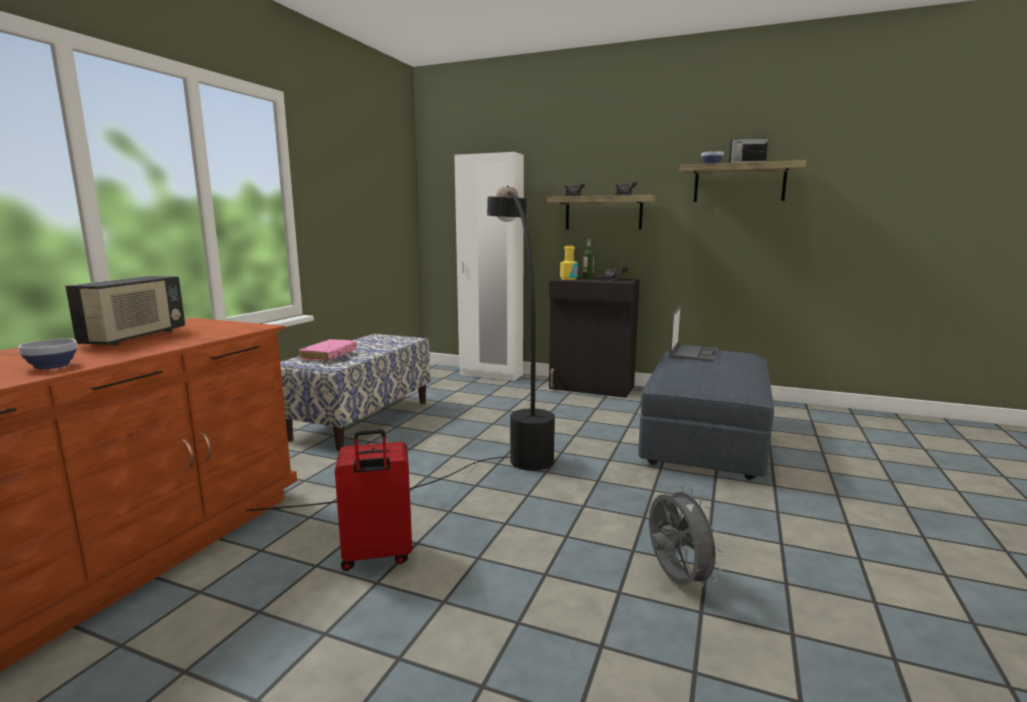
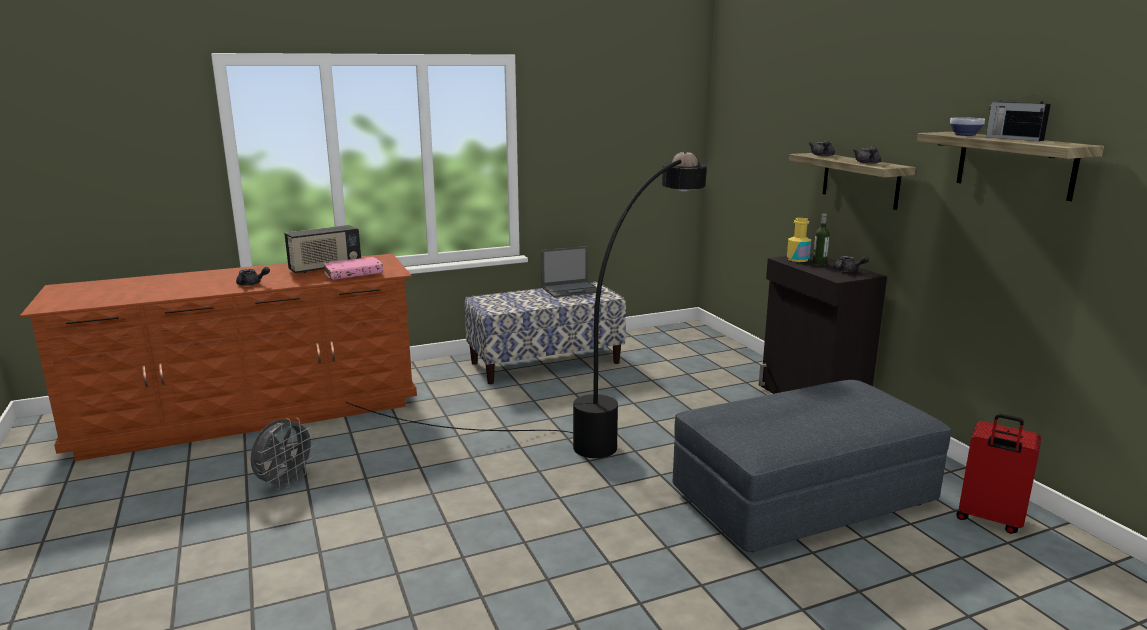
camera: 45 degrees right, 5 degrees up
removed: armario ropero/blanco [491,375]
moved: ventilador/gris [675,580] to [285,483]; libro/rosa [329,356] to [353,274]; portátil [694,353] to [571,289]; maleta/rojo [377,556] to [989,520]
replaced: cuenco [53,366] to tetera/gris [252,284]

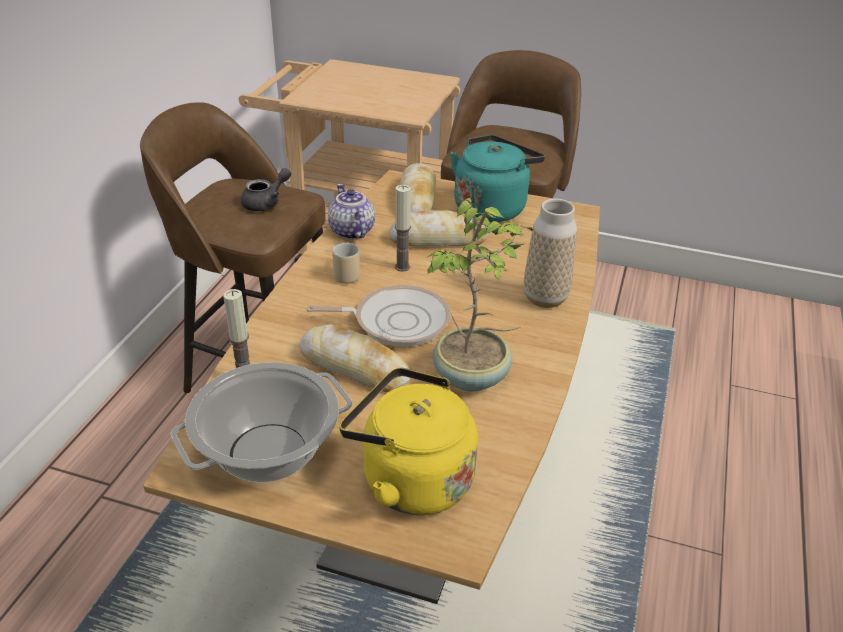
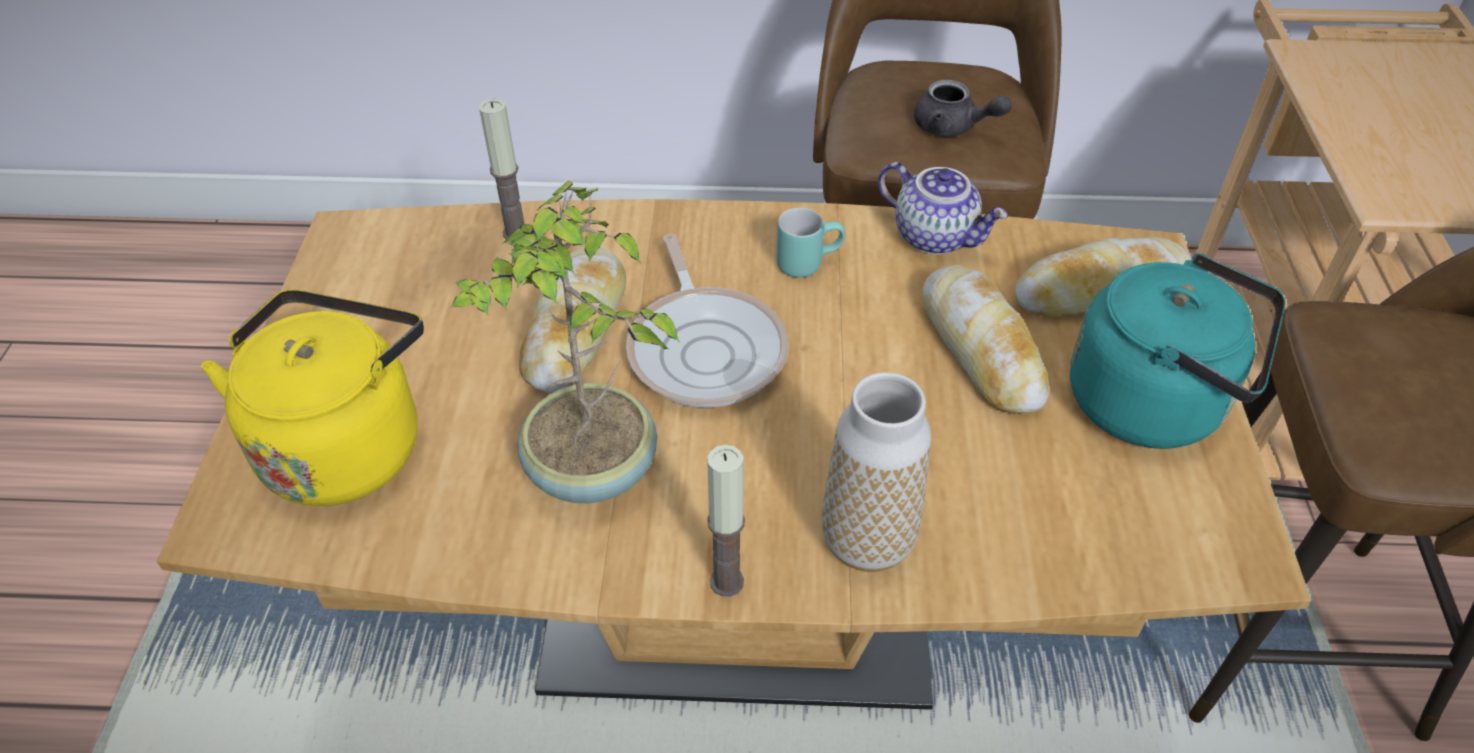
camera: 75 degrees right, 10 degrees up
removed: olla [267,453]
moved: vela [402,267] to [726,582]
recoloured: taza grande/beis [345,274] to taza grande/turquesa [807,261]
turned: tetera [350,231] = [936,236] 75 degrees clockwise

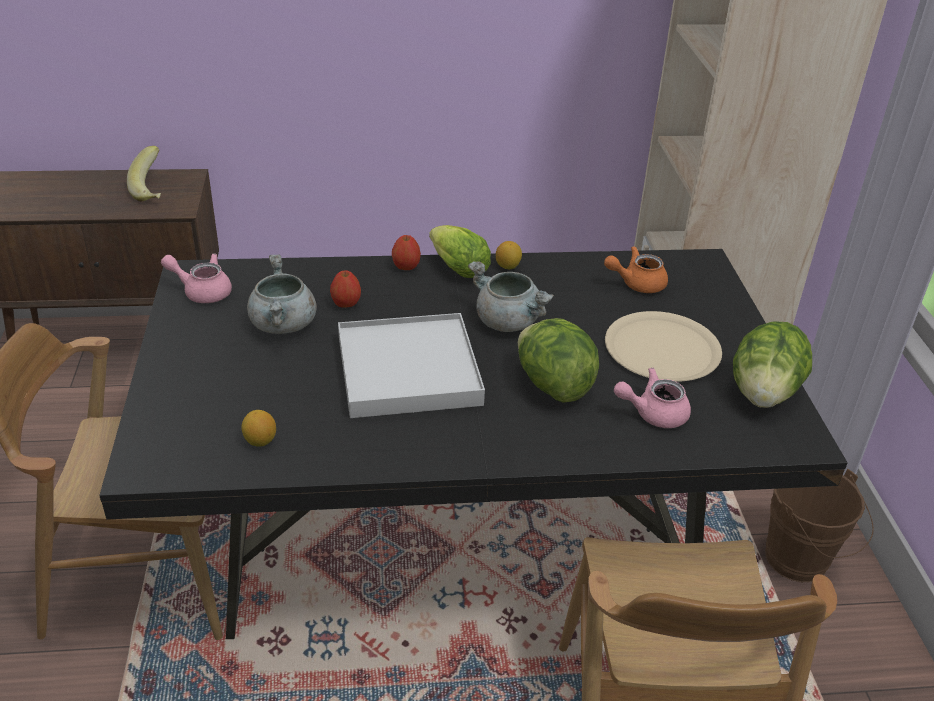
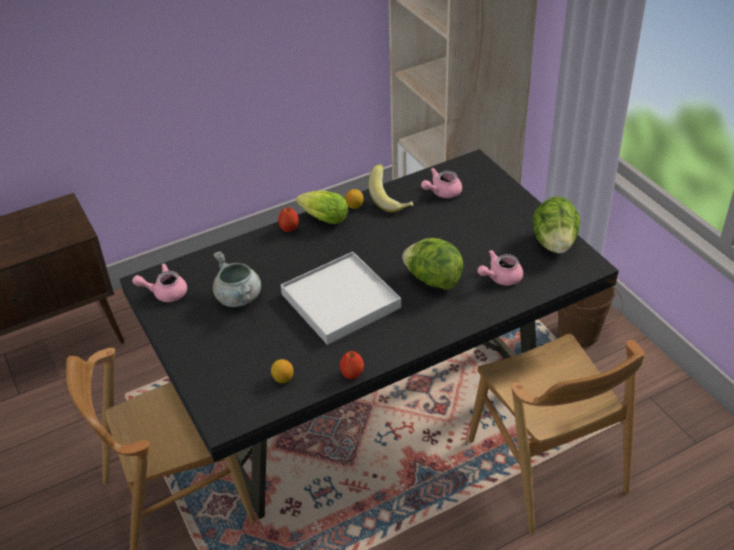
camera: 20 degrees left, 5 degrees up
removed: olla/gris [508,322]; plato/beis [662,348]
moved: manzana [346,304] to [352,374]; plátano [154,191] to [391,200]
recoloured: tetera/naranja [636,283] to tetera/rosa [442,192]

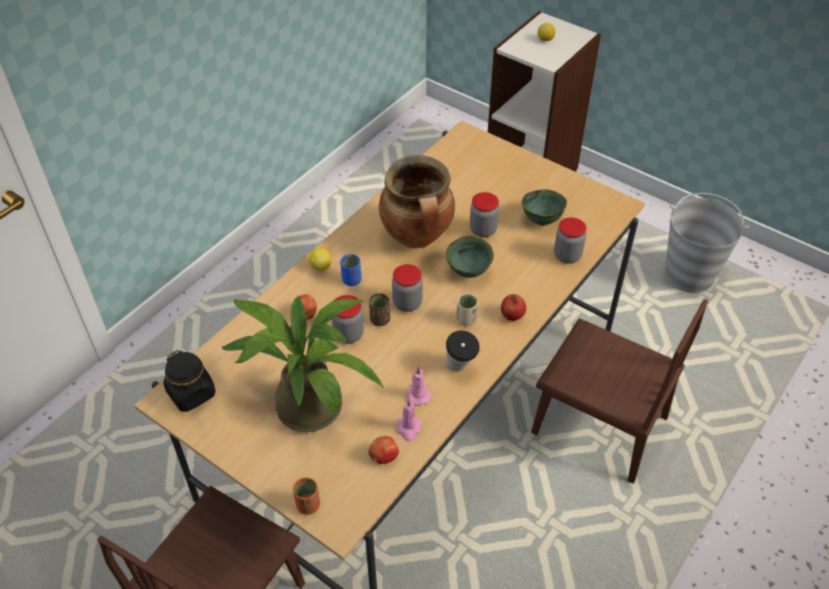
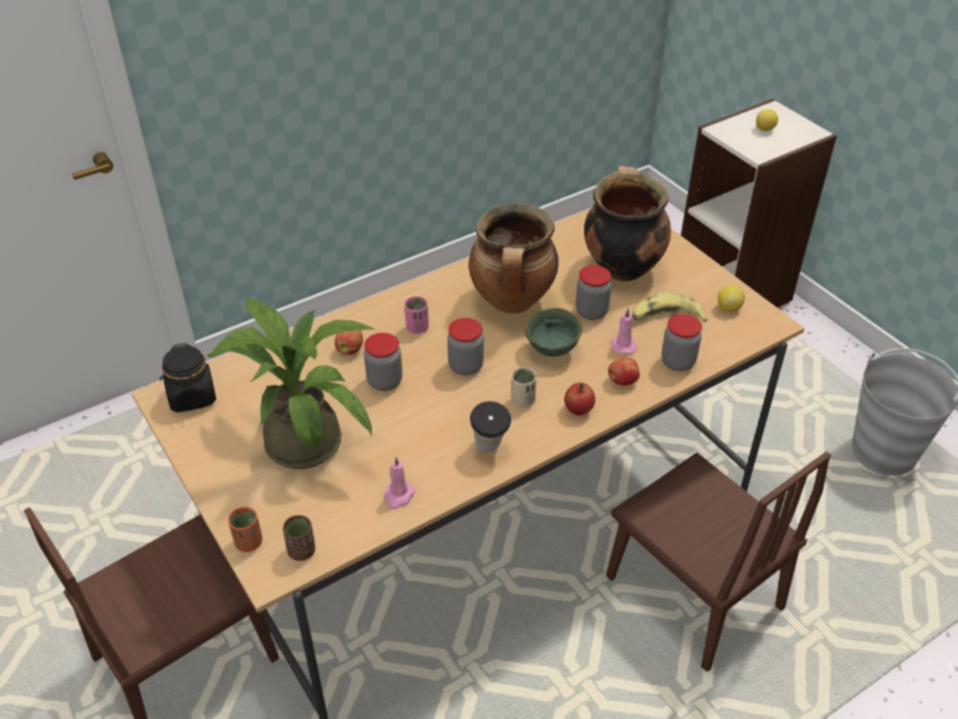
camera: 20 degrees right, 5 degrees down
added: olla [621,266]
moved: taza/marrón [380,320] to [301,551]; manzana [383,457] to [622,381]; vela/rosa [417,394] to [623,345]; limón [321,266] to [729,308]
replaced: cuenco/verde [541,220] to plátano [665,317]
recoloured: taza/azul [351,280] to taza/rosa [417,328]

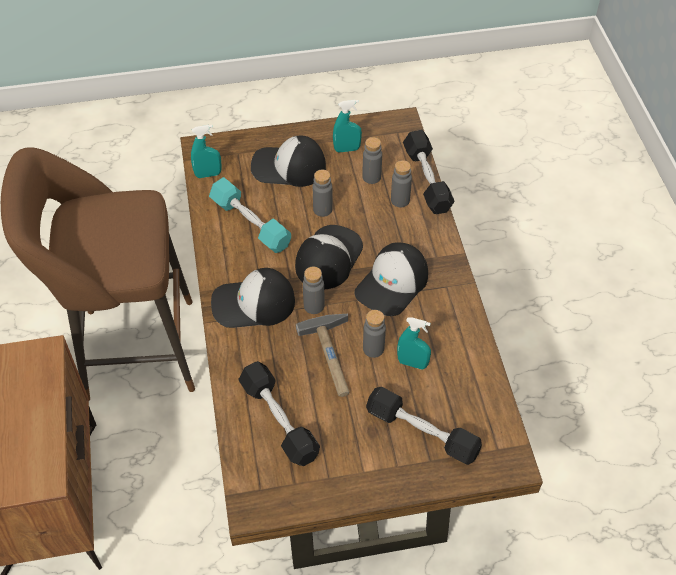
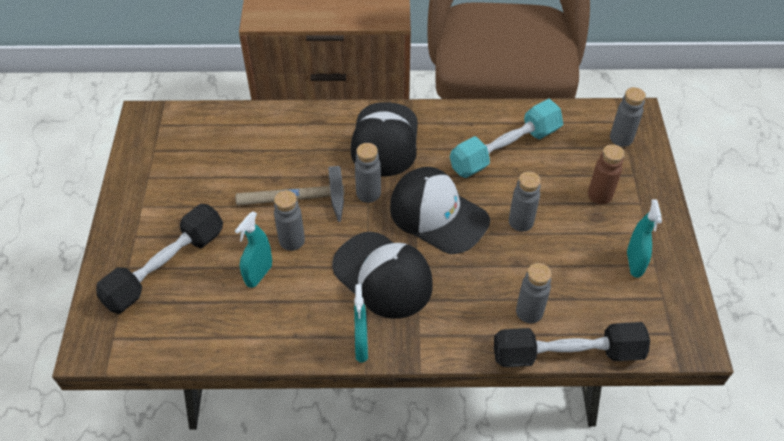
camera: 100 degrees right, 0 degrees up
removed: mancuerna/negro [279,420]
moved: pulverizador/turquesa [208,174] to [361,346]; botella/gris [371,177] to [621,138]
replaced: gorra [288,167] to botella/marrón [600,194]

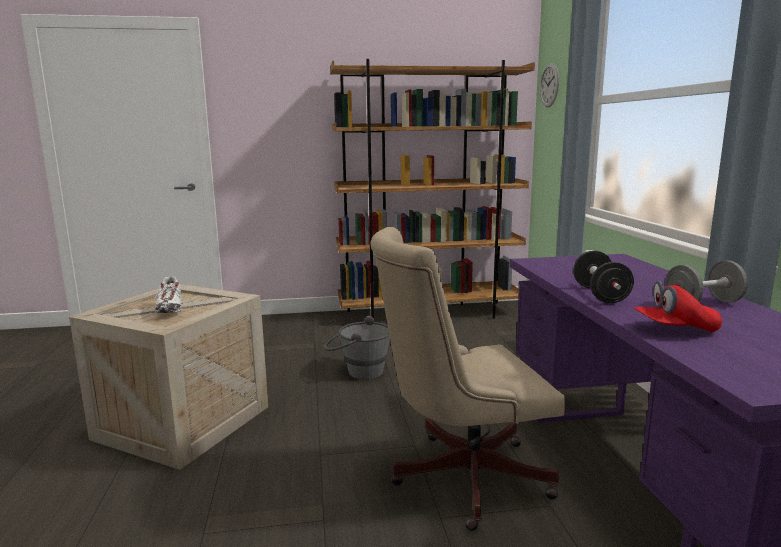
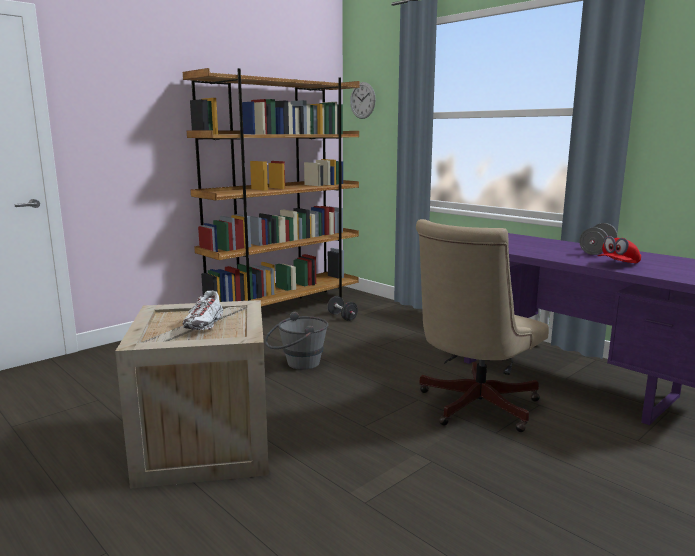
camera: 35 degrees left, 0 degrees up
moved: mancuerna/negro [600,295] to [342,317]
turned: zapato/blanco [170,308] = [204,324] 60 degrees clockwise

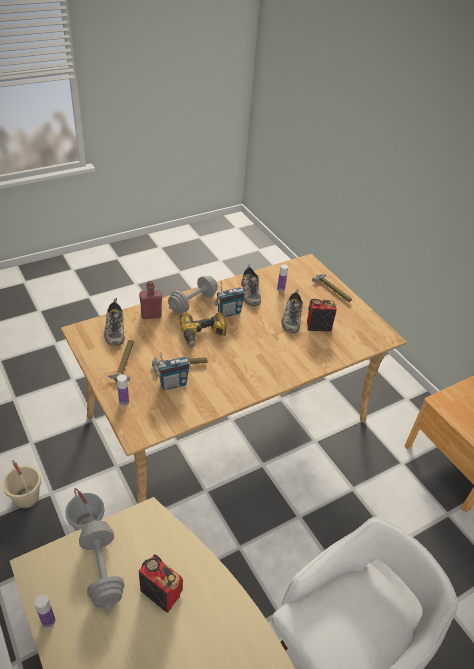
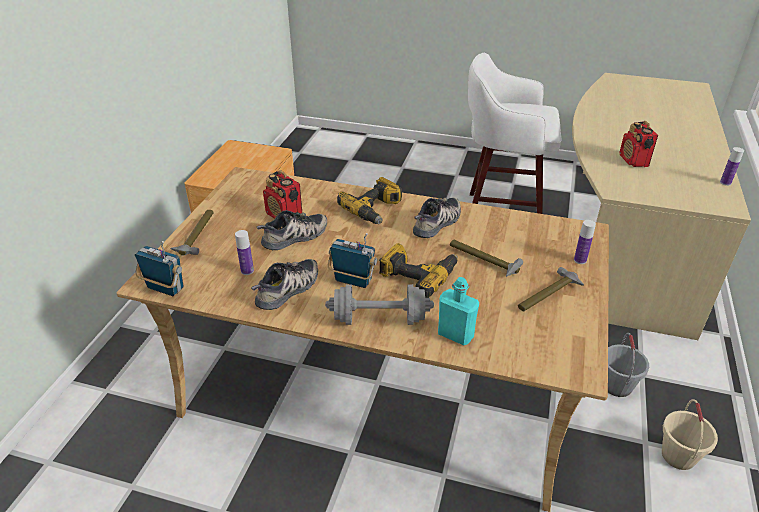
camera: 130 degrees left, 5 degrees down
removed: mancuerna/gris [102,570]
added: taladro [375,210]
moved: radio [173,384] to [165,289]; zapato [114,329] to [438,223]
recoloured: botella/rojo [151,315] to botella/turquesa [455,335]

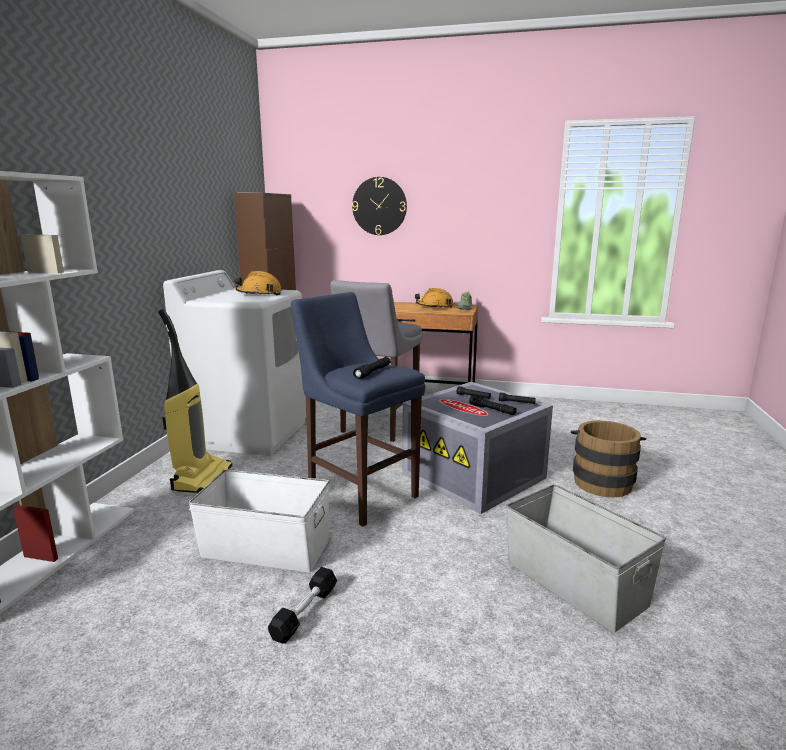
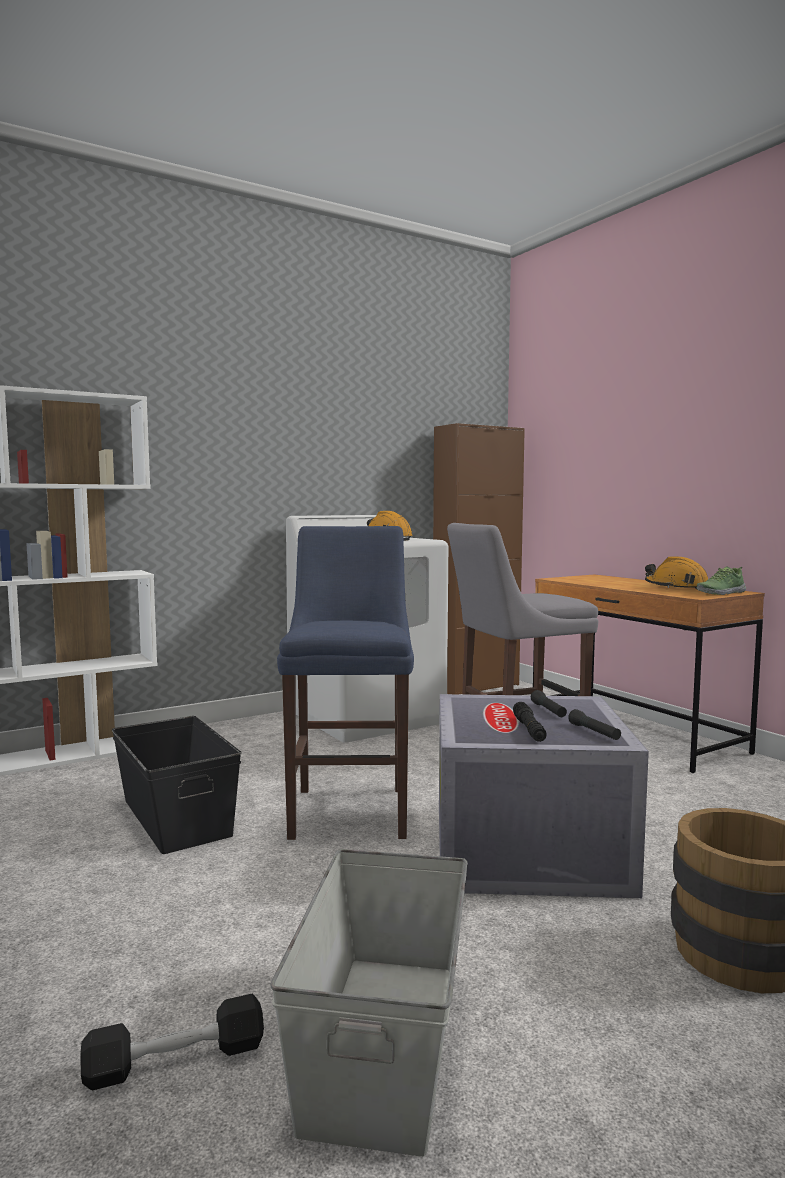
camera: 45 degrees right, 10 degrees down
removed: aspiradora [202,478]; reloj de pared [379,206]; linterna/negro [373,372]
moved: mancuerna/negro [305,613] to [176,1060]
recoloured: caja de almacenaje/blanco [265,548] to caja de almacenaje/negro [177,816]

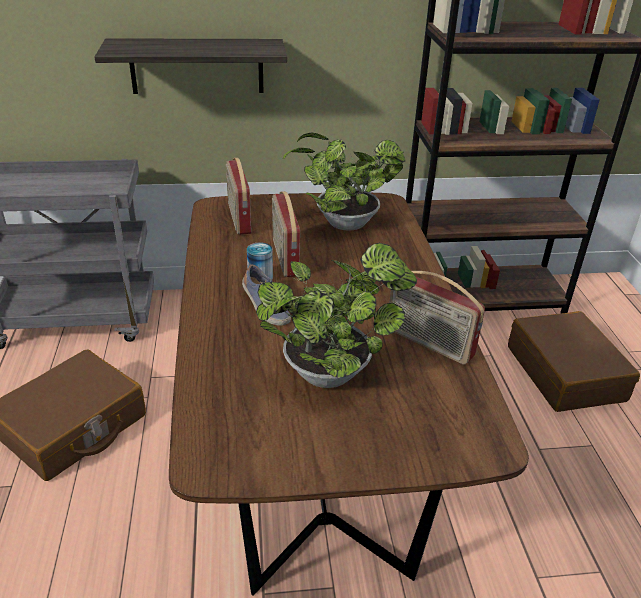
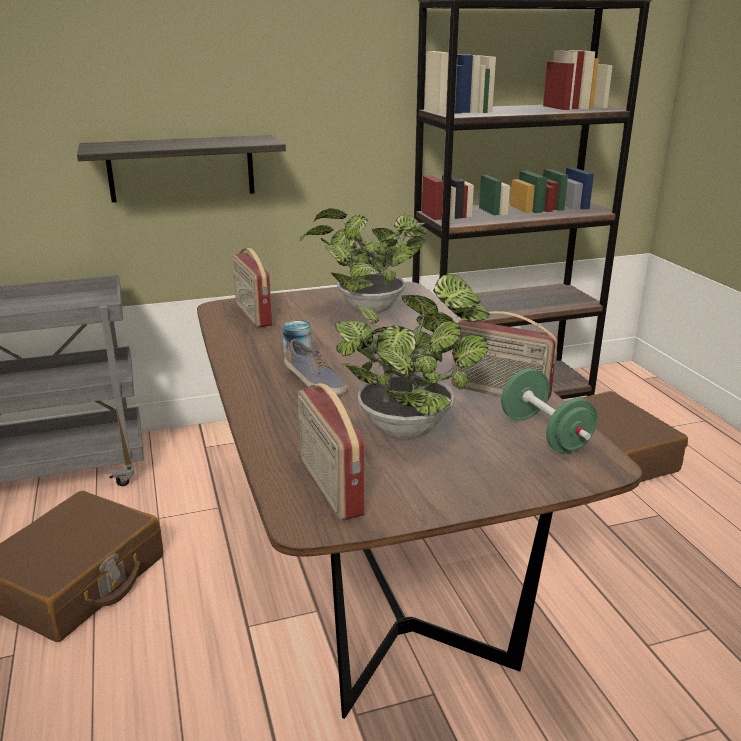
camera: 10 degrees left, 10 degrees down
added: mancuerna/verde [545,434]
moved: radio [284,257] to [329,487]

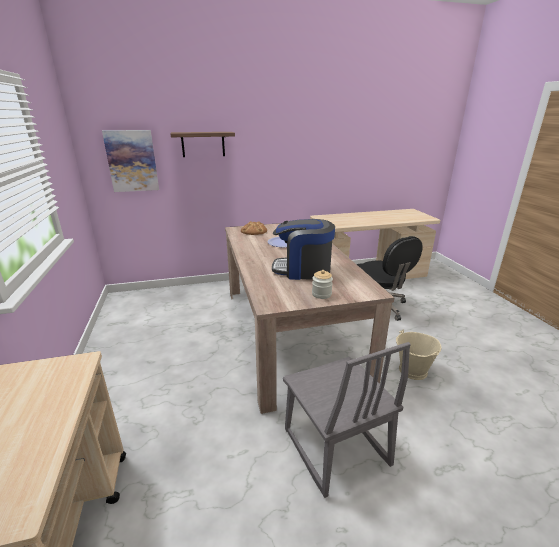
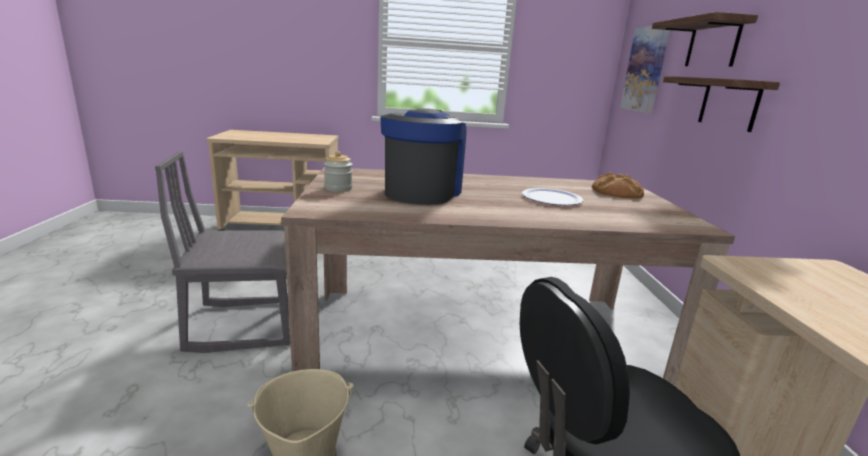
camera: 100 degrees right, 5 degrees down
added: estante [729,103]

